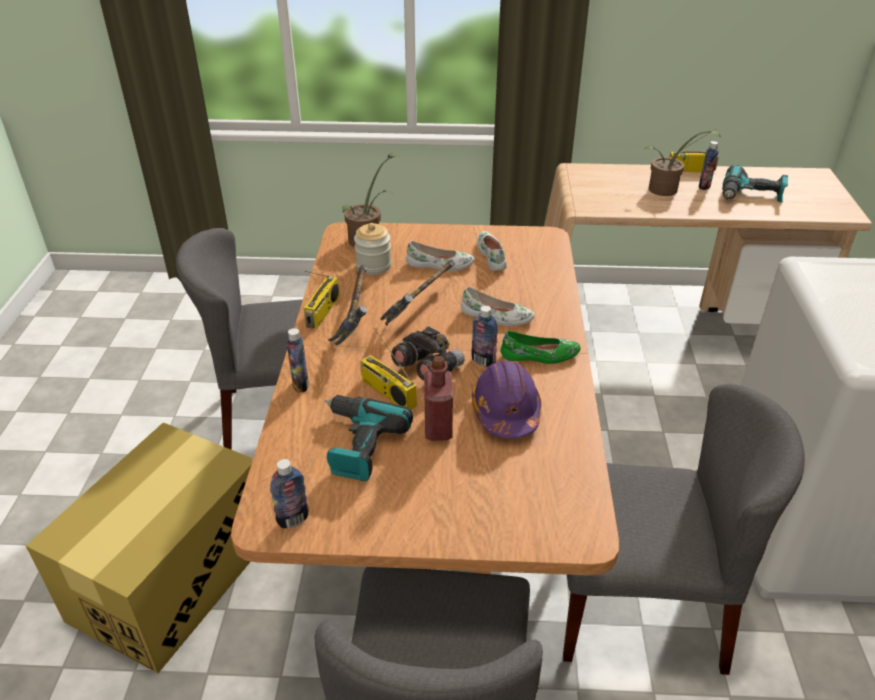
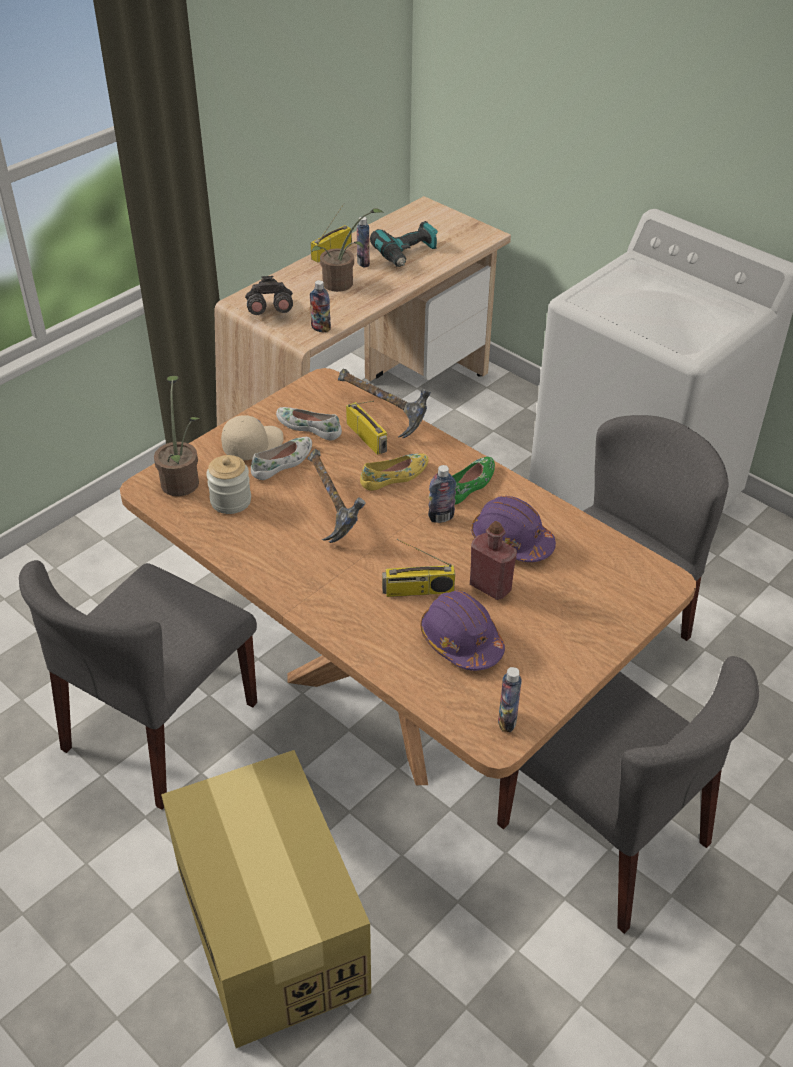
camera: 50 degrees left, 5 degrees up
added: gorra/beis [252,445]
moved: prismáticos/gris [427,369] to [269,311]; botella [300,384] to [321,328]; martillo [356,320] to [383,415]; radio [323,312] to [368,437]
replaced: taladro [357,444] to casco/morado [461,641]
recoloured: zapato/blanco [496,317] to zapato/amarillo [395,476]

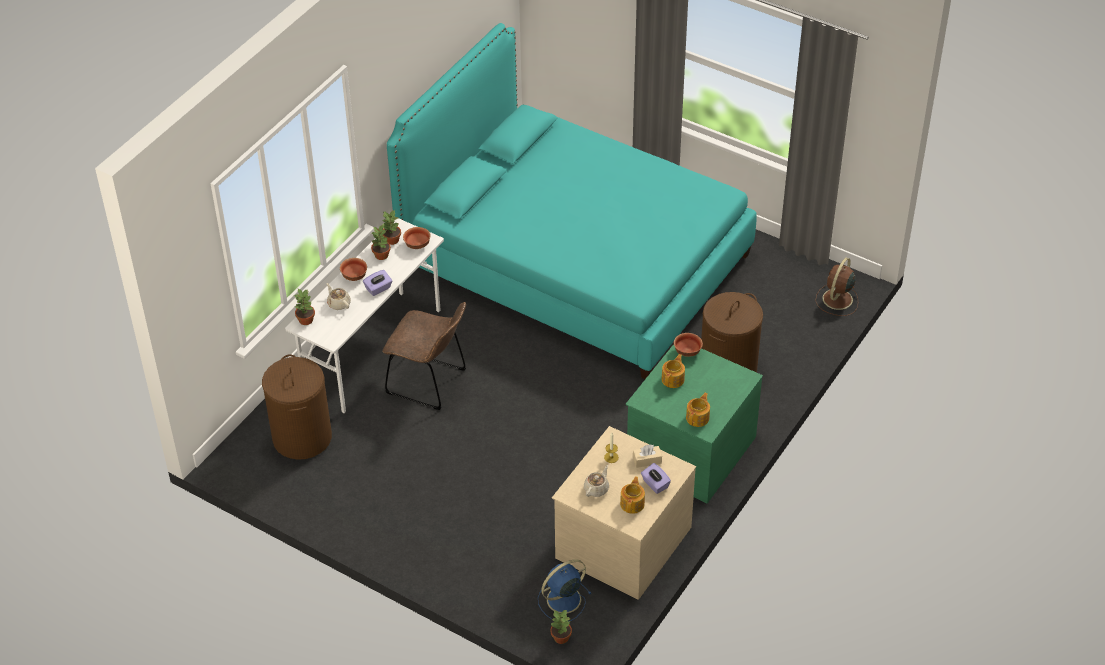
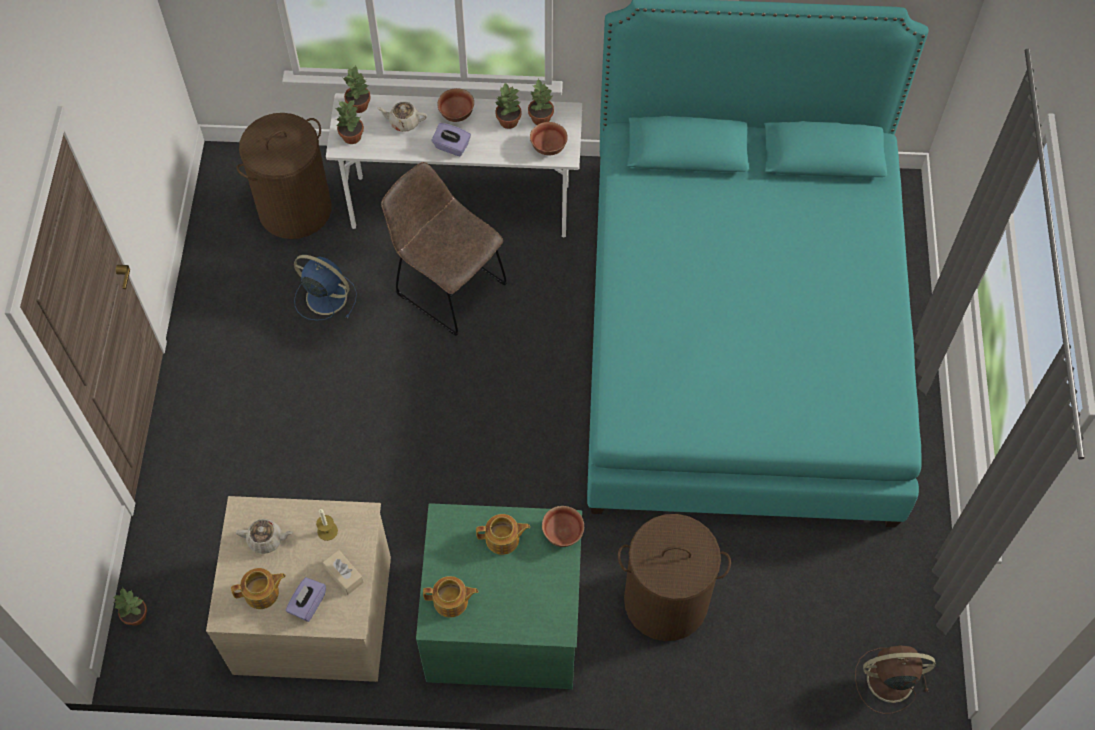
camera: 60 degrees right, 15 degrees up
added: planta en maceta [352,137]
moved: ventilador/azul [562,600] to [324,296]
turned: tetera/beis [339,303] = [403,122] 105 degrees counterclockwise; silla/marrón [430,383] = [447,286] 135 degrees clockwise

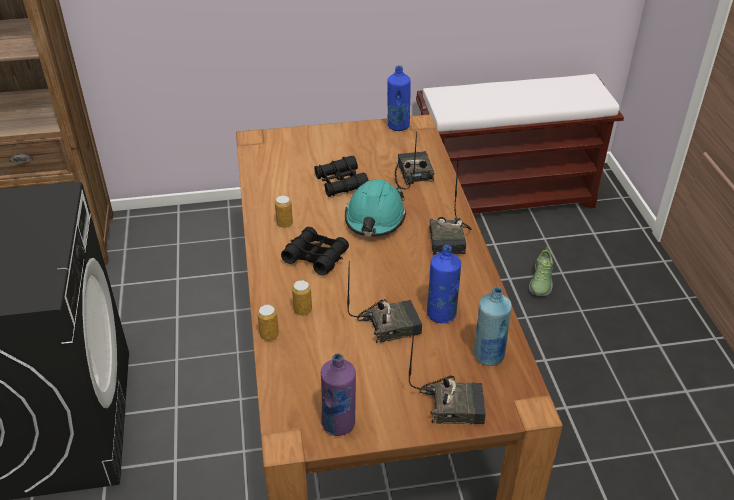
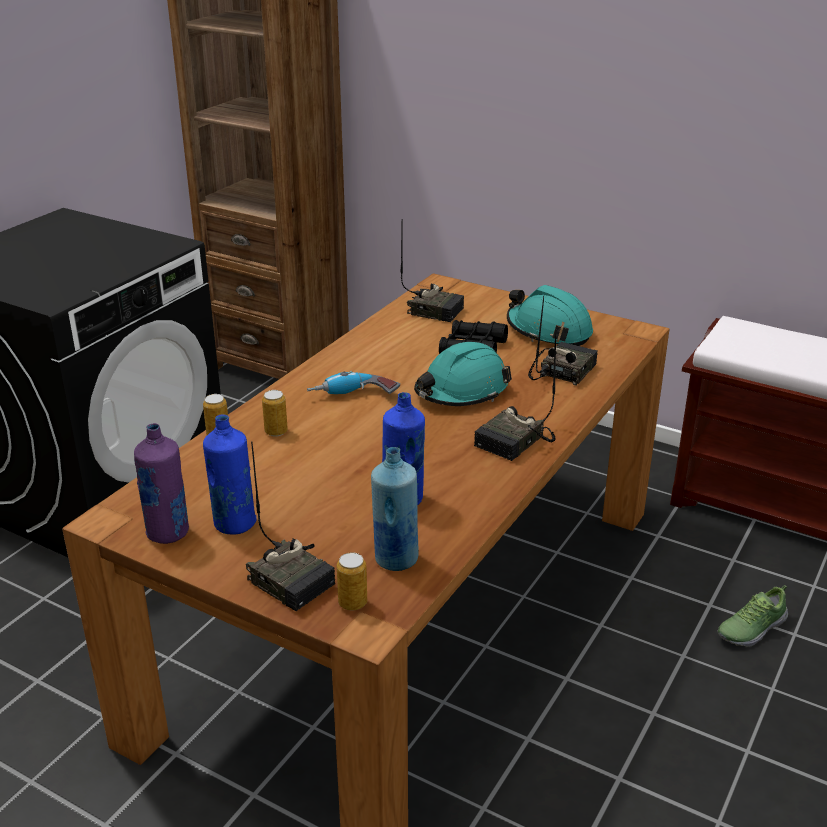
camera: 40 degrees right, 10 degrees down
added: casco/turquesa [548,331]
moved: botella/azul [398,126] to [234,524]; lata [284,223] to [352,603]; radio [389,324] to [435,310]
replaced: prismáticos/negro [316,257] to taladro [353,397]

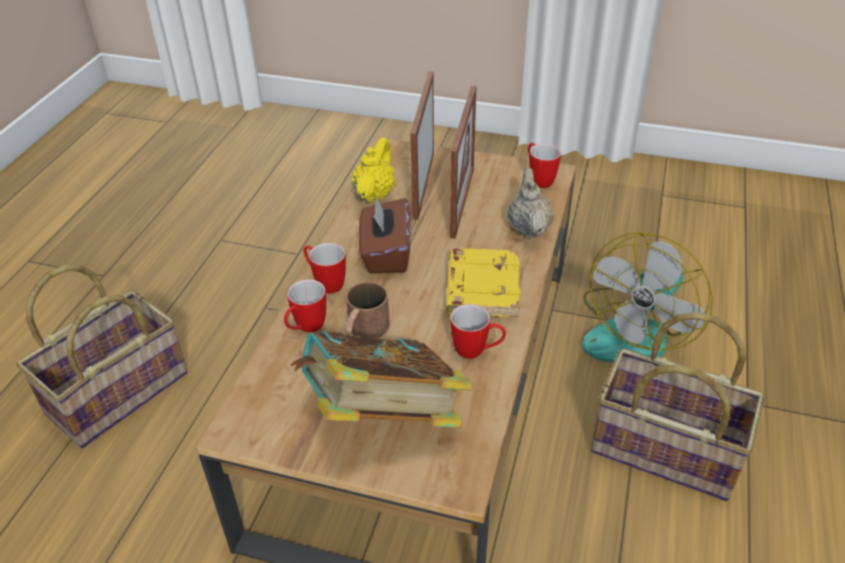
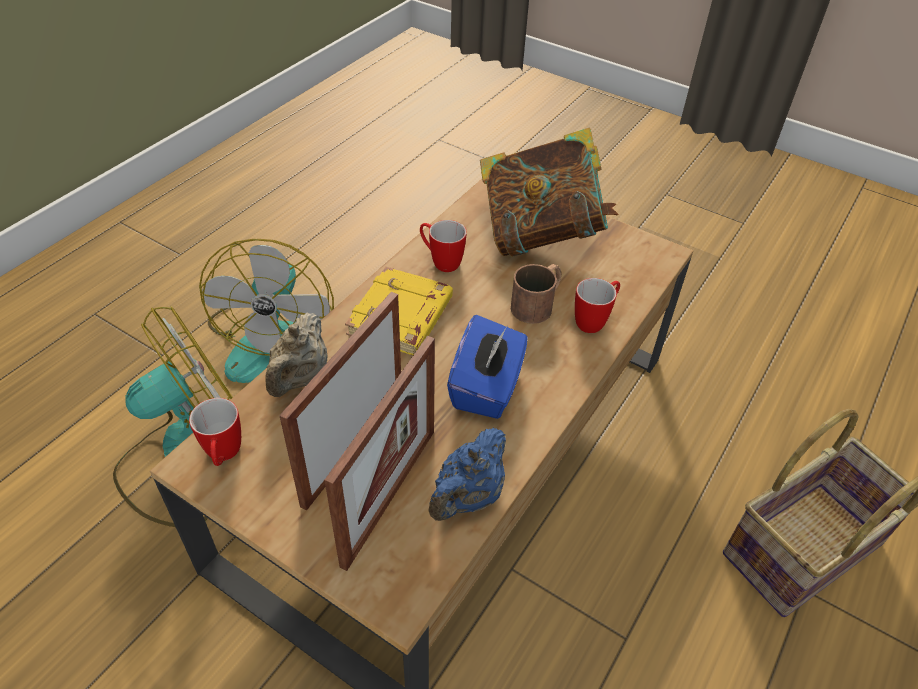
camera: 165 degrees left, 5 degrees up
removed: taza grande [325,283]
replaced: cesta [664,451] to ventilador [272,338]
recoloured: tetera/amarillo [374,194] to tetera/azul [468,496]; caja de pañuelos/marrón [386,254] to caja de pañuelos/azul [487,387]

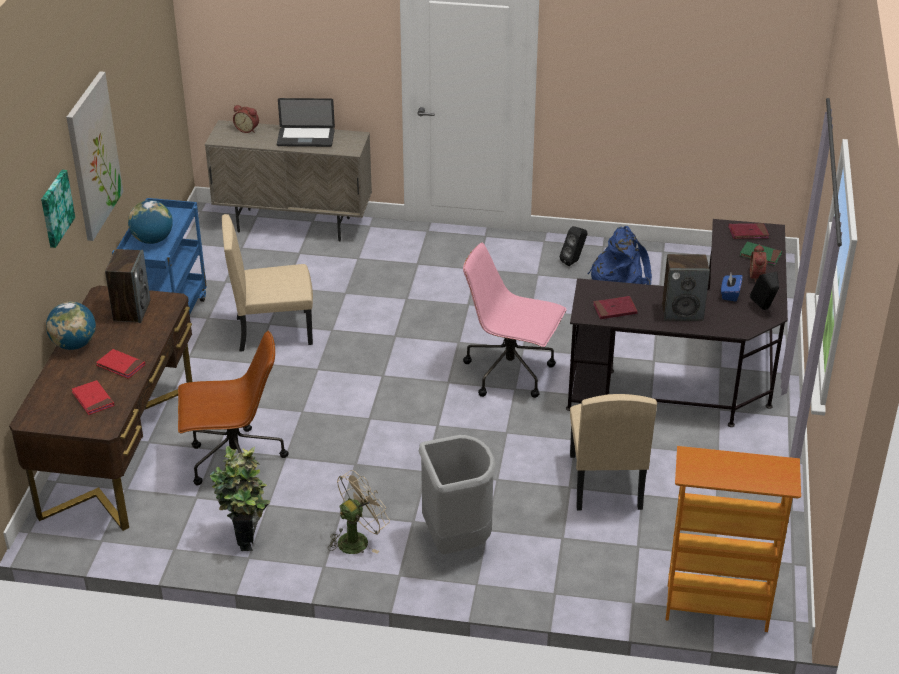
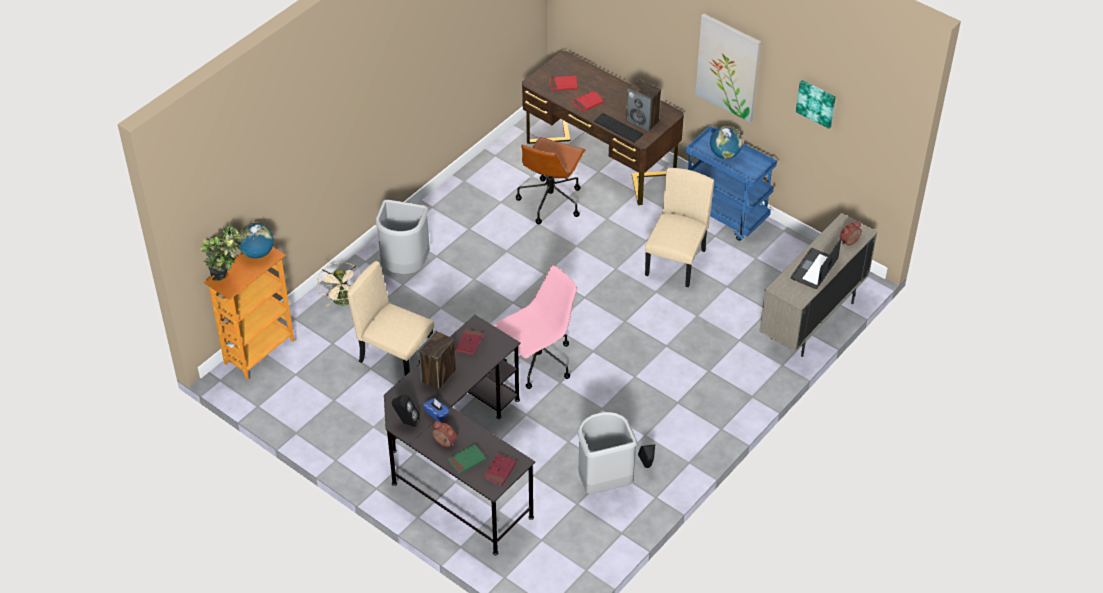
camera: 120 degrees right, 10 degrees up
added: teclado [619,127]
moved: planta en maceta [246,535] to [229,282]; globo terráqueo [74,344] to [257,253]; ventilador/beis [358,539] to [344,302]; cuadro [55,208] to [816,103]
replaced: mochila/azul [619,279] to papelera/gris [603,482]

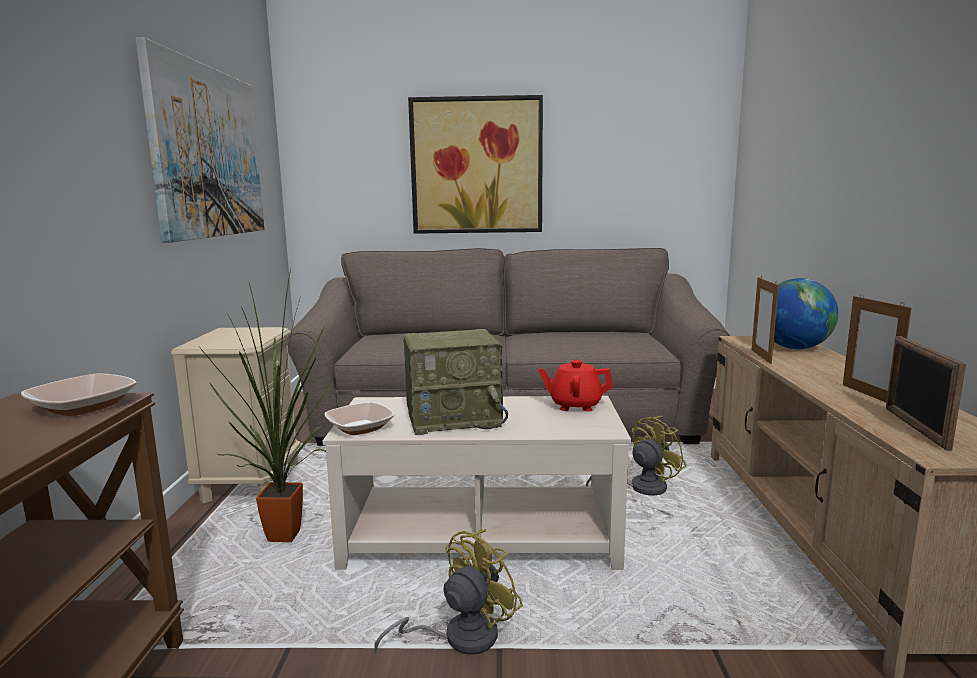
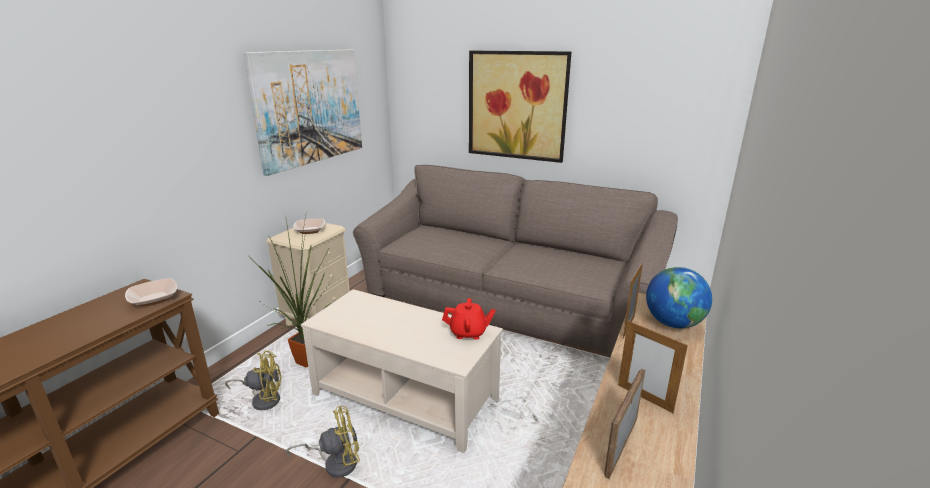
camera: 25 degrees right, 10 degrees up
removed: radio [455,418]
moved: ventilador/amarillo [640,487] to [263,399]; cuenco [360,427] to [310,230]
turned: tetera/rojo [575,405] = [468,333] 150 degrees clockwise; portarretratos [868,395] = [644,398] 60 degrees counterclockwise

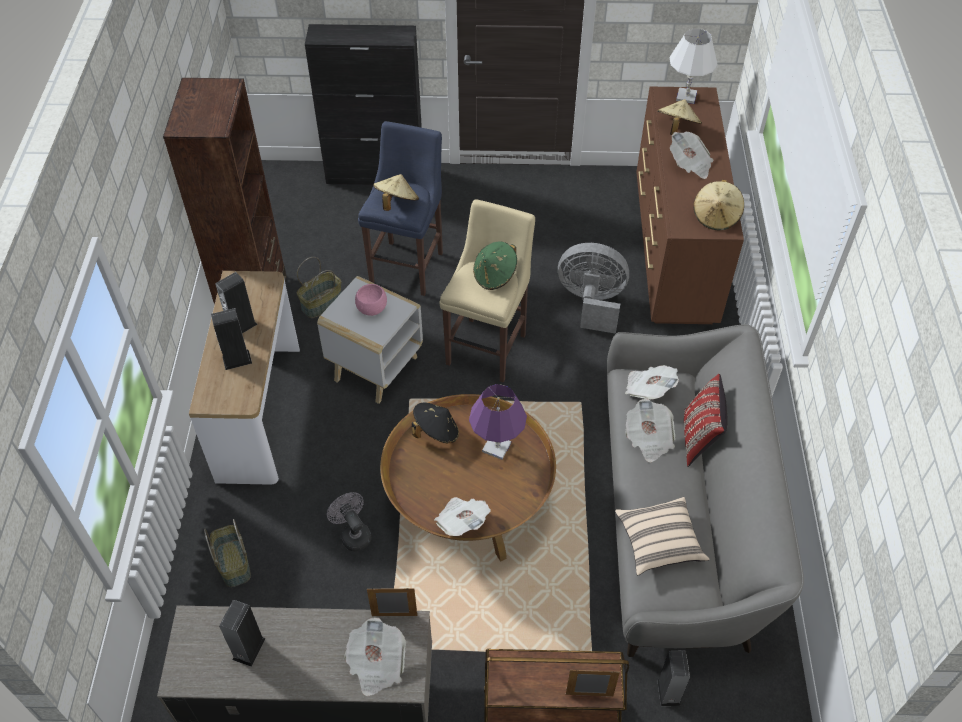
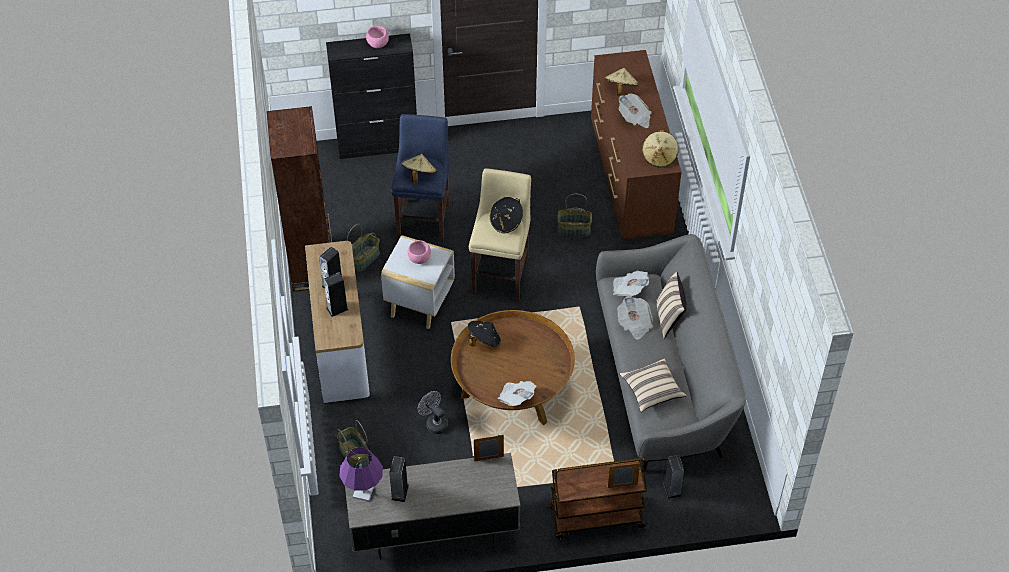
camera: 10 degrees left, 0 degrees up
removed: periódico [376,664]; lámpara de mesa/blanco [686,97]
added: cuenco/rosa [378,44]
moved: lámpara de mesa/morado [497,447] to [363,492]
replaced: ventilador/gris [591,303] to cesta [573,230]
recoloured: sombrero/verde [495,276] to sombrero/negro [506,222]; cojín/rojo [699,438] to cojín/beis [669,318]

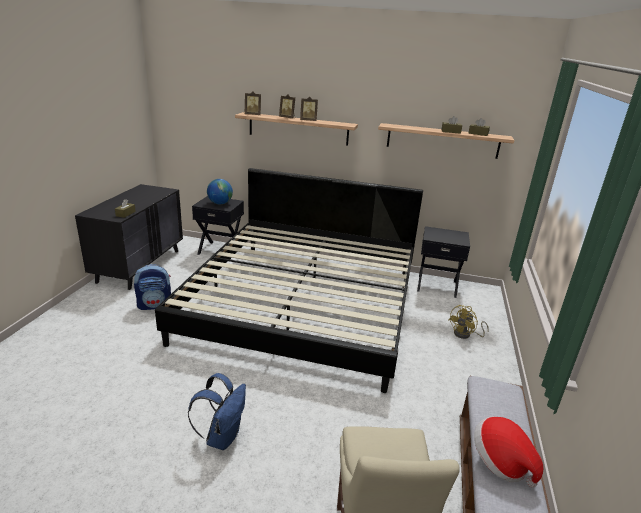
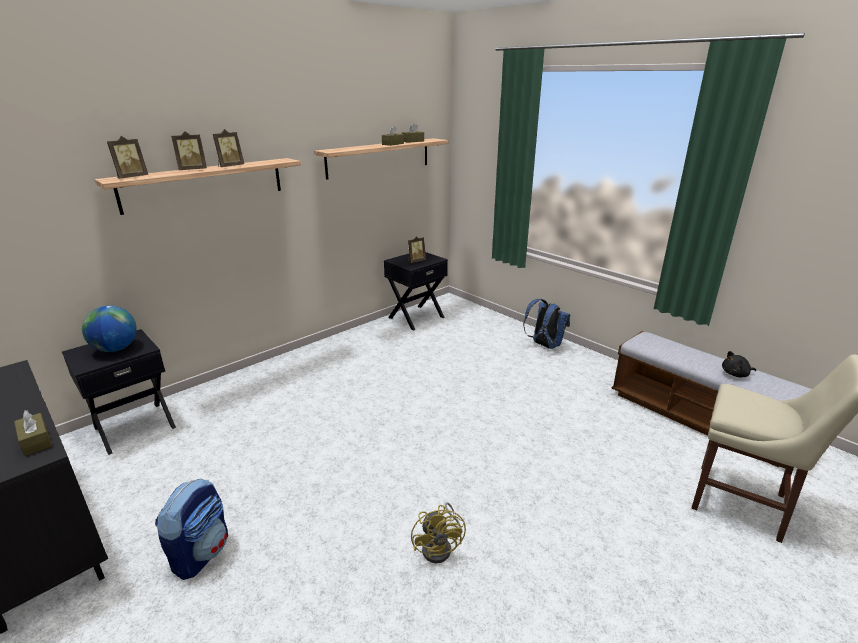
camera: 55 degrees left, 0 degrees up
removed: cama [304,304]
added: portarretratos [416,261]
moved: ventilador/amarillo [465,334] to [440,547]; mochila/azul [222,436] to [544,345]
replaced: sombrero [500,462] to peluche/negro [736,374]

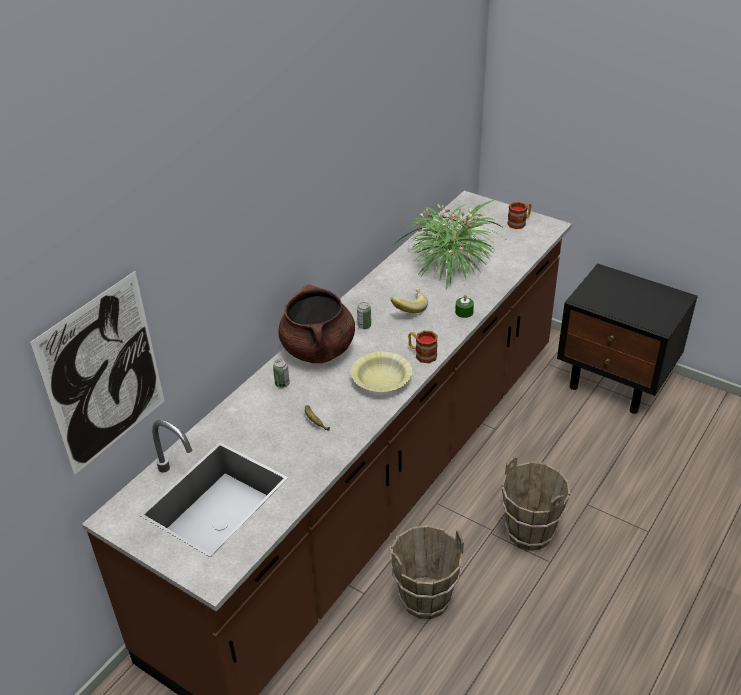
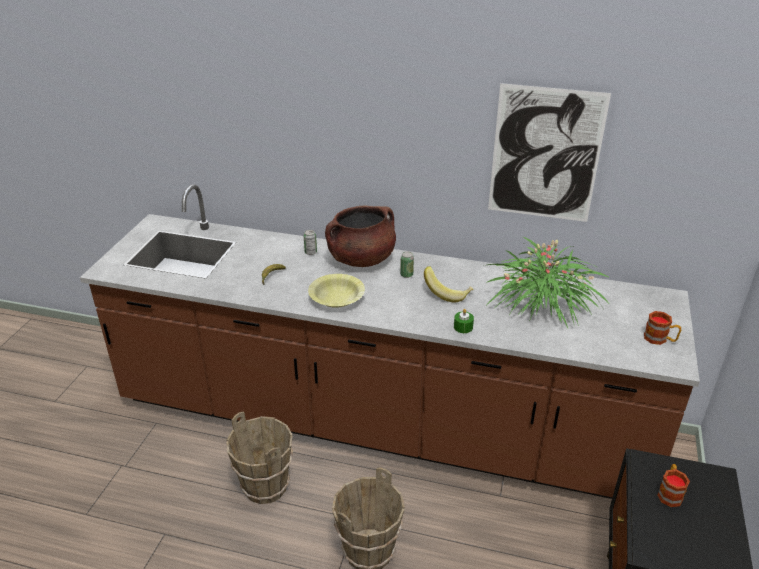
camera: 70 degrees right, 5 degrees down
moved: cuadro [103,374] to [545,155]; taza grande [422,354] to [669,493]

